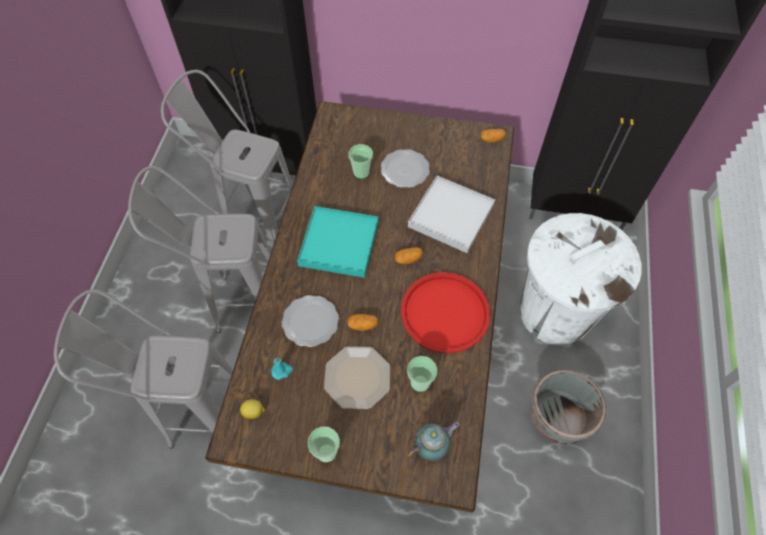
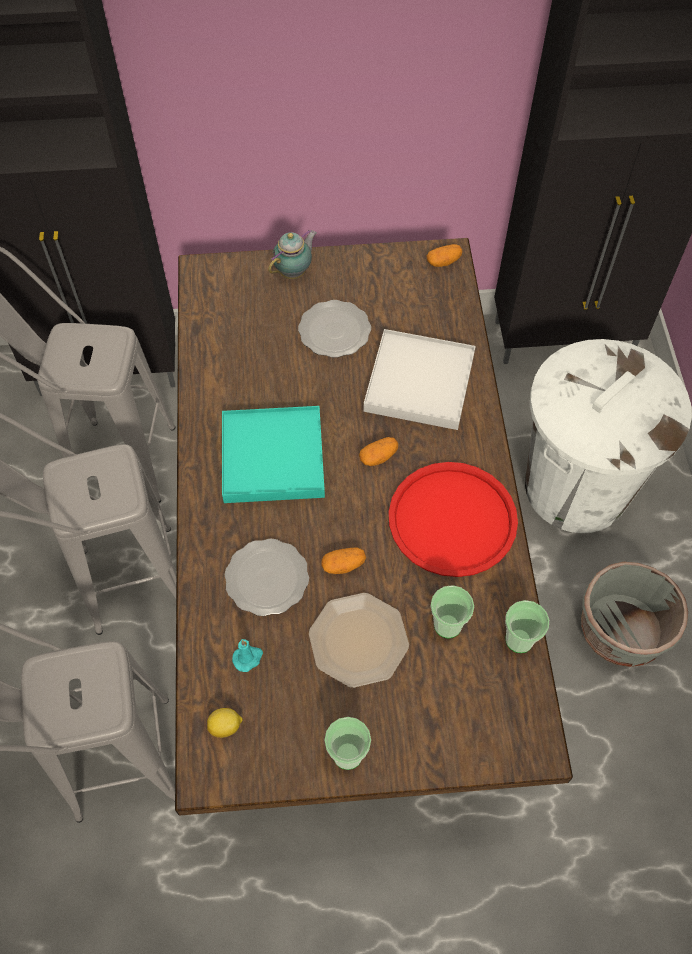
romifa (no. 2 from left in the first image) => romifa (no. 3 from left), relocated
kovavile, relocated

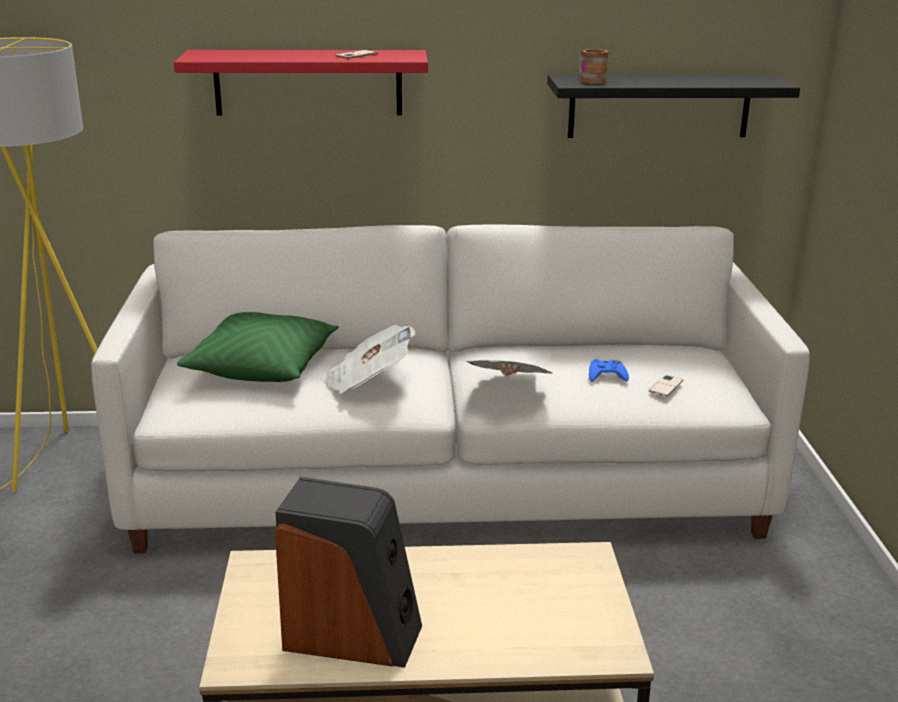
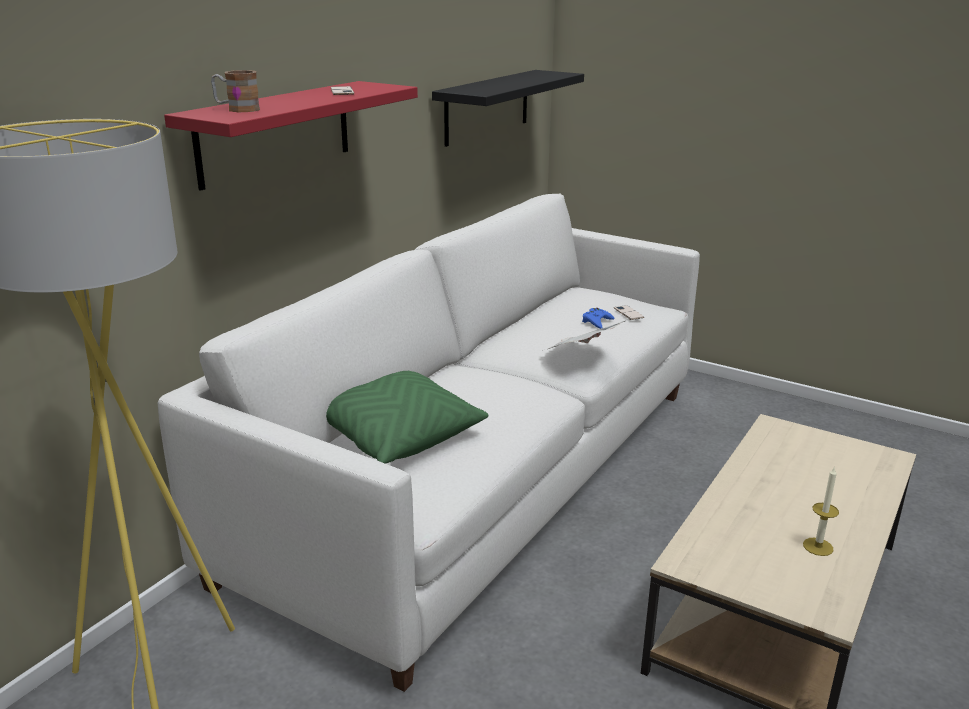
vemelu (no. 1 from left) => nothing
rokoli, relocated
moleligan => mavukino

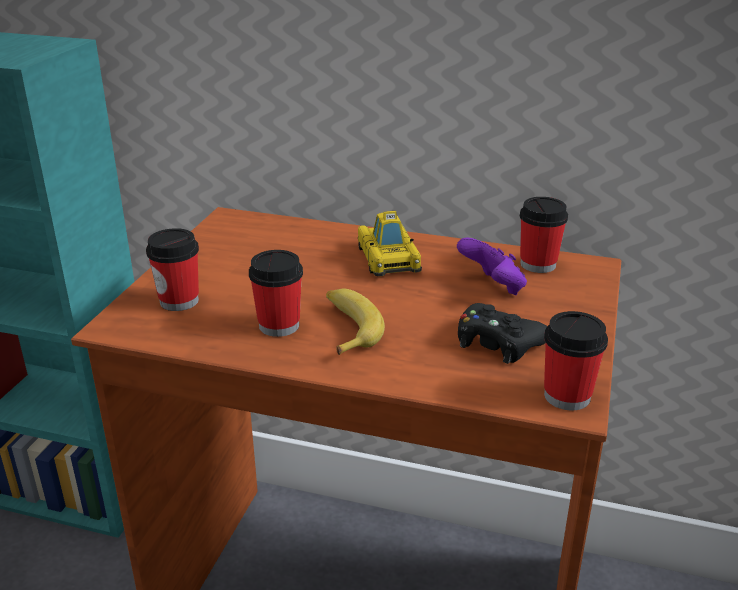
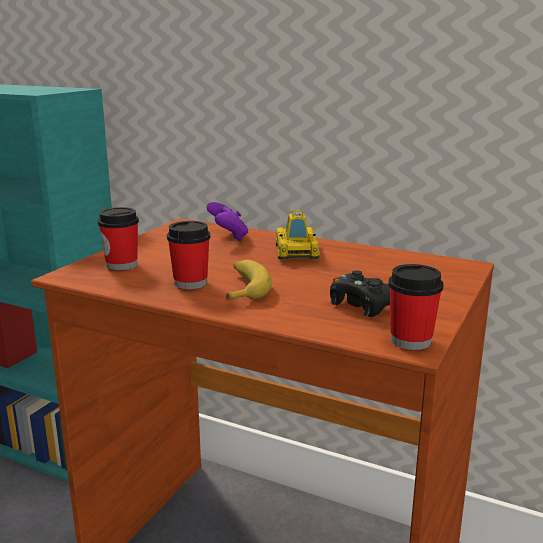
romifa (no. 3 from left) => nothing
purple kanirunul, relocated

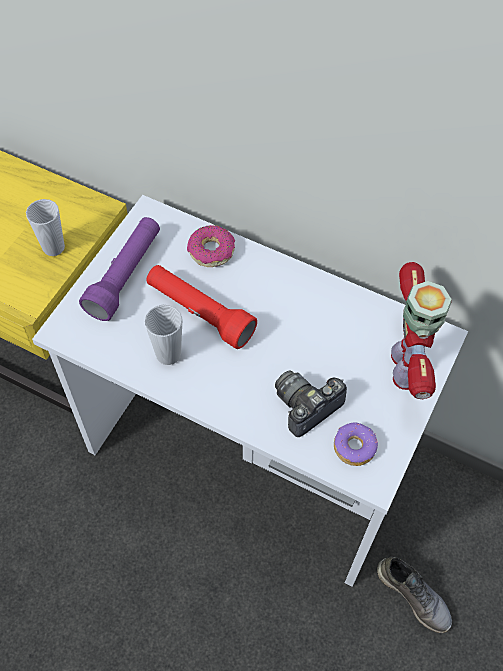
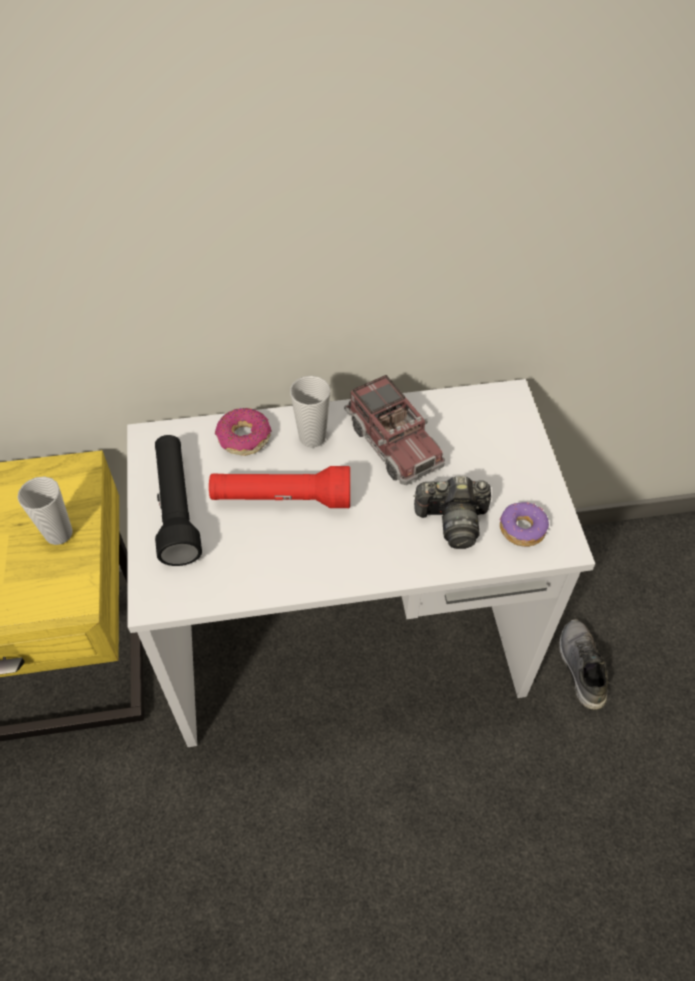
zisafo => nothing
nothing => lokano
romifa (no. 2 from left), relocated
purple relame => black relame
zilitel, 105 degrees counterclockwise
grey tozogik, 105 degrees counterclockwise

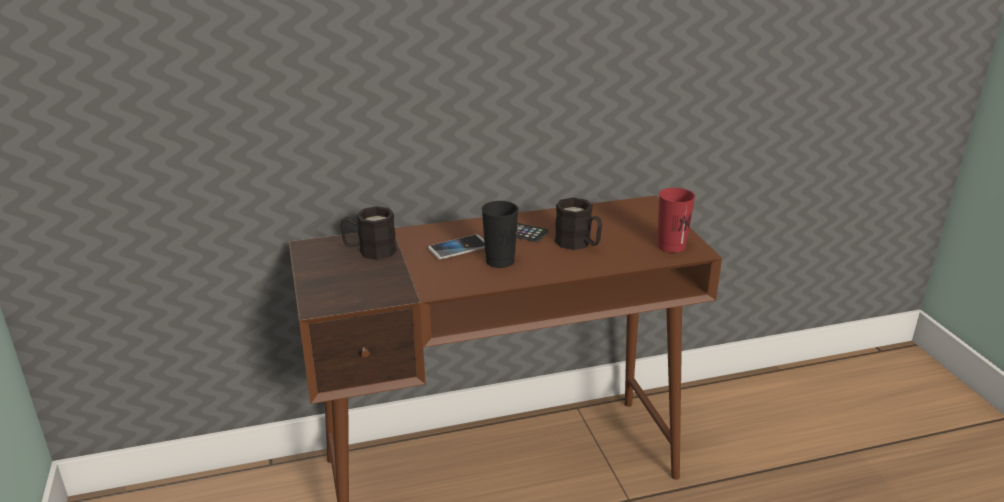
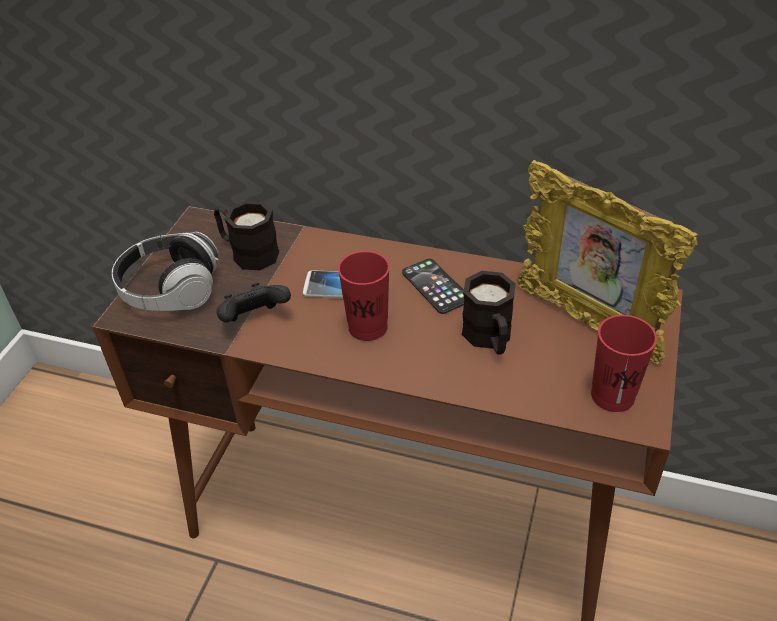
nothing => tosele
nothing => black kanirunul
nothing => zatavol
black romifa => red romifa (no. 1 from left)

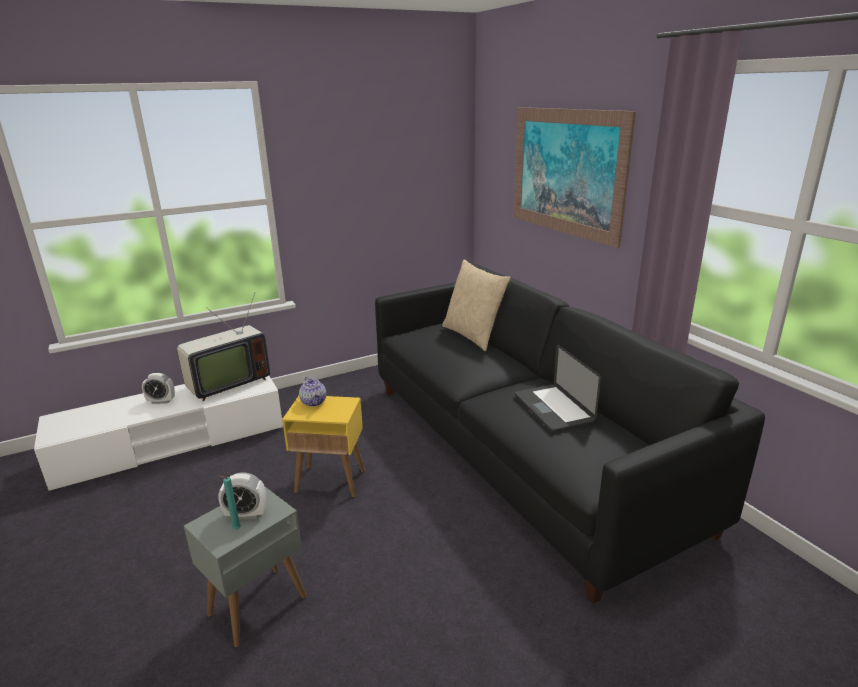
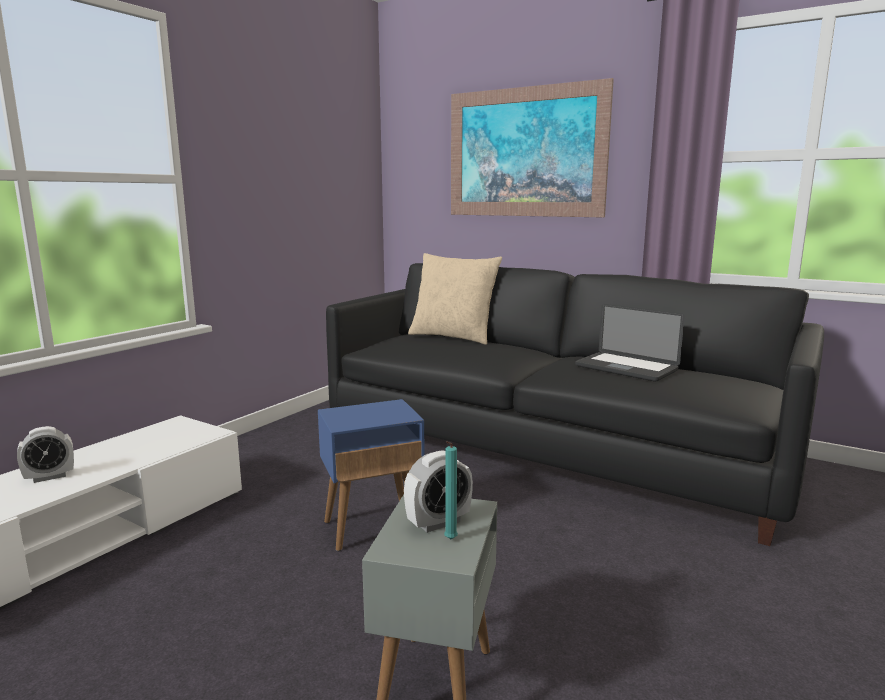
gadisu => nothing
kovavile => nothing
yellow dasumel => blue dasumel

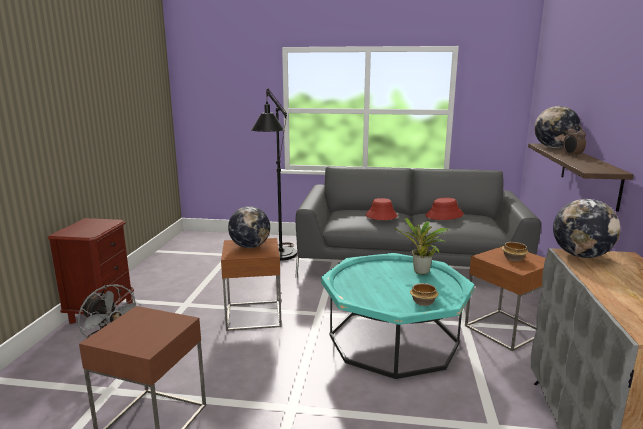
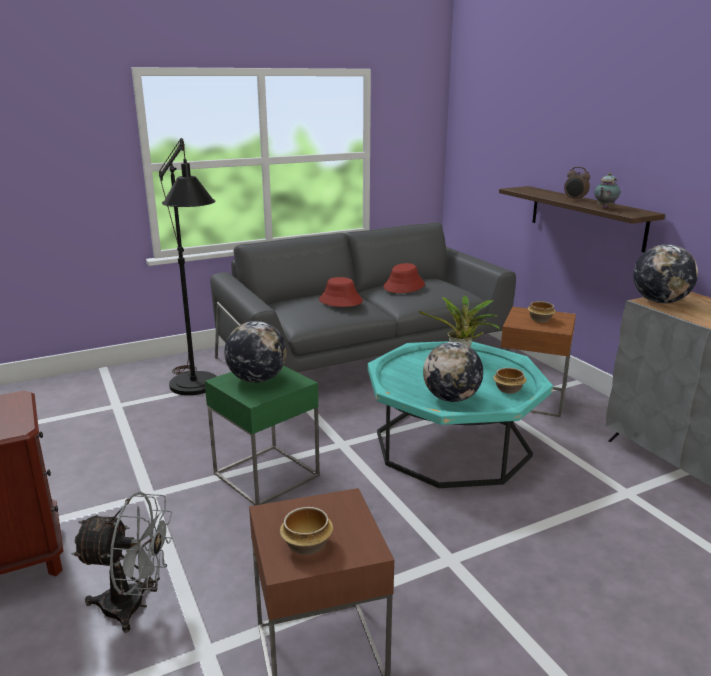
nothing => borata (no. 1 from left)
nothing => kovavile
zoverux (no. 2 from left), relocated
brown dasumel (no. 2 from left) => green dasumel

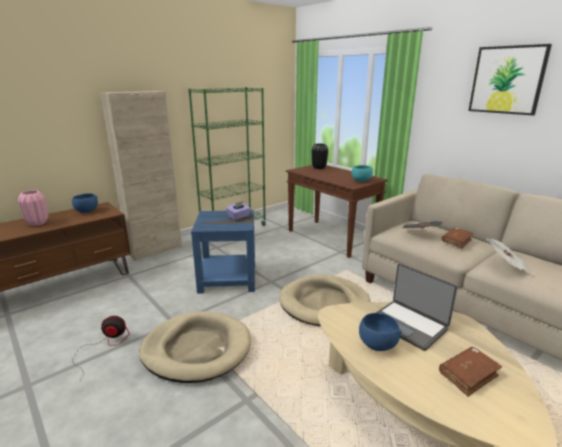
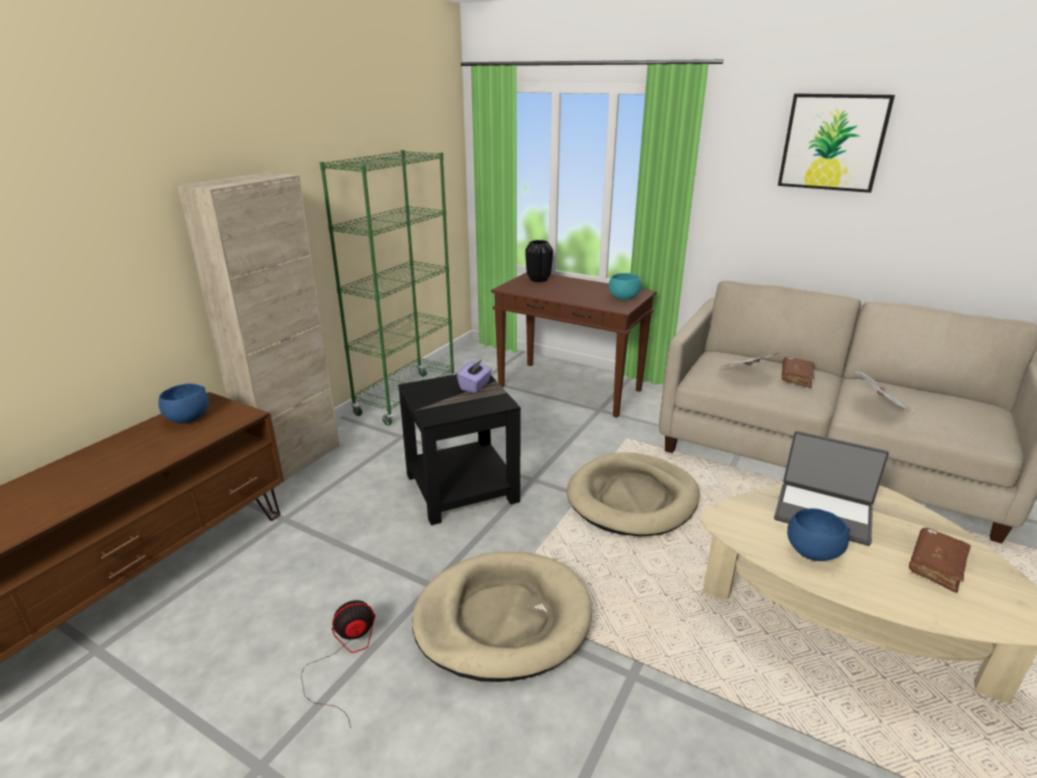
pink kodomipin => nothing
blue dasumel => black dasumel

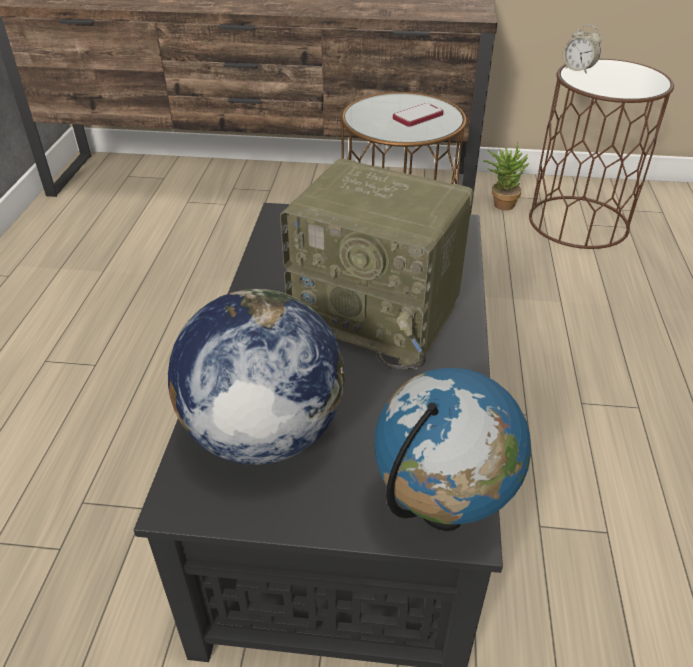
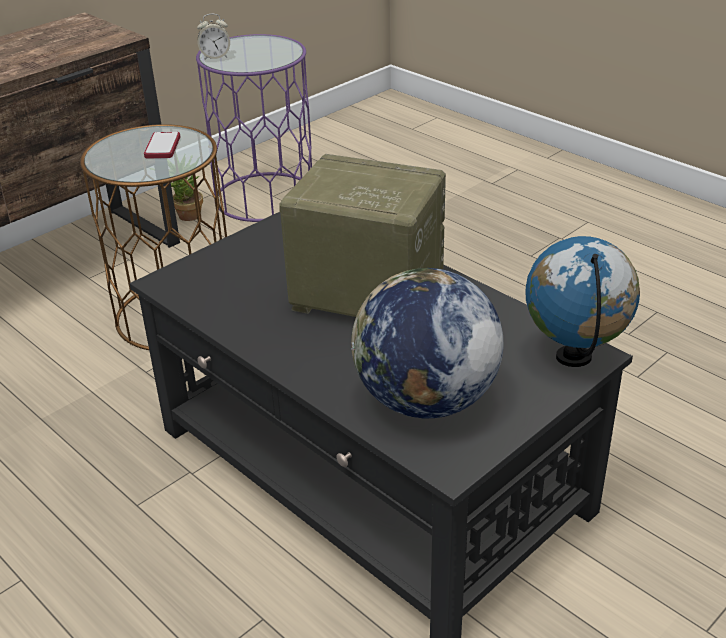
brown dasumel (no. 2 from left) => purple dasumel
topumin, 135 degrees counterclockwise

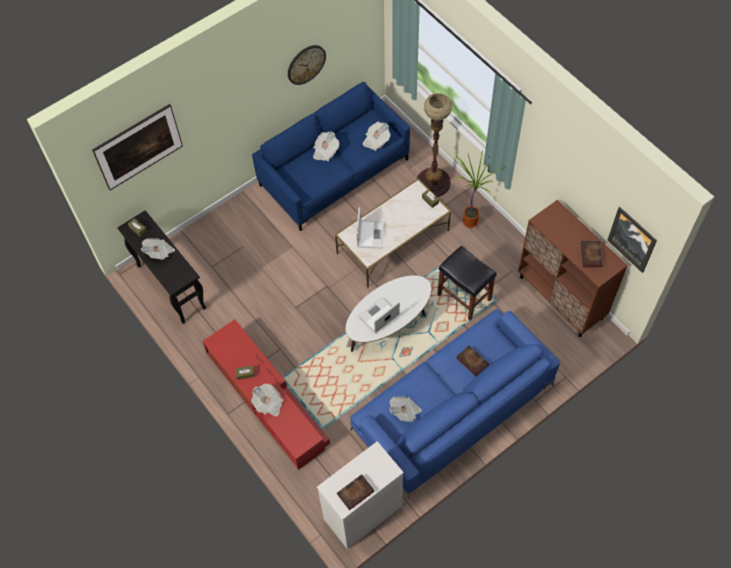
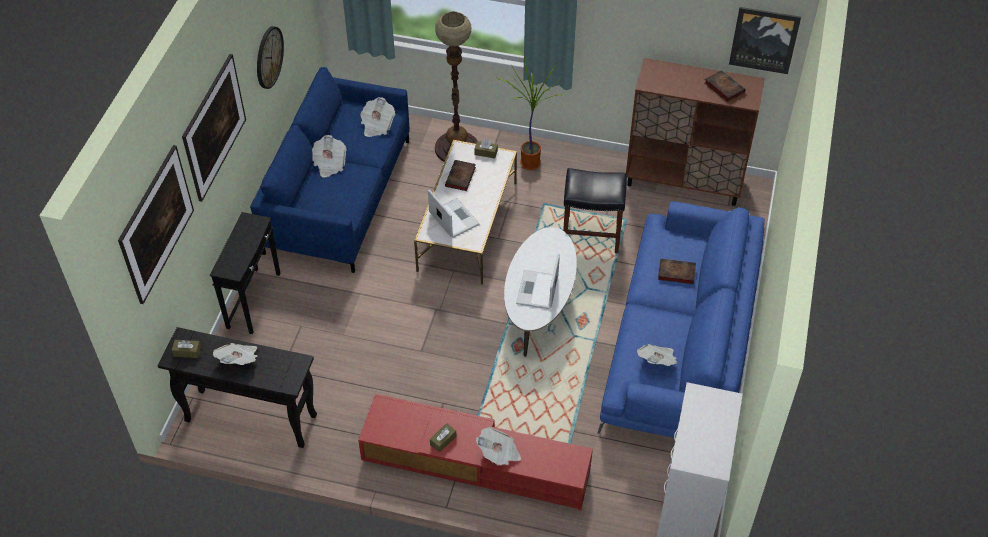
nothing => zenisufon (no. 2 from left)
nothing => black dasumel
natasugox (no. 1 from left), relocated

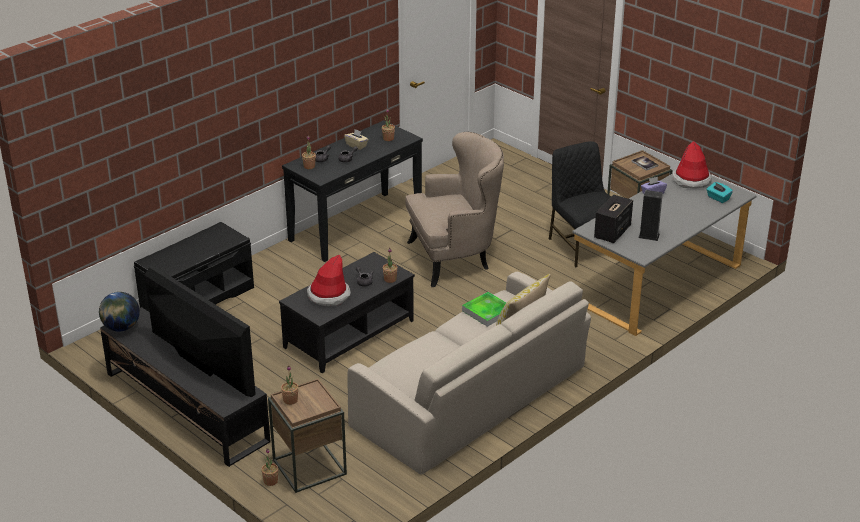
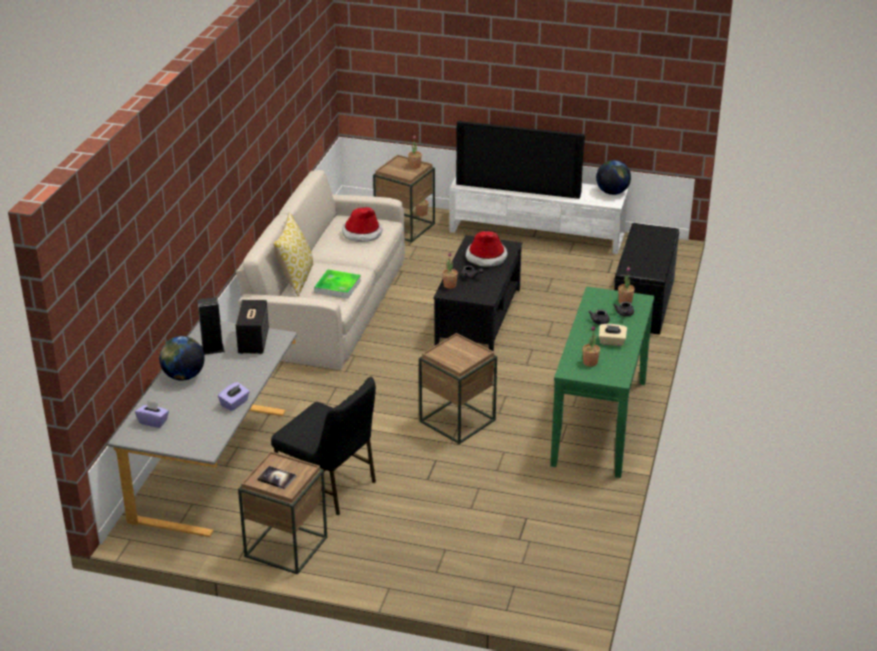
nothing => zoverux (no. 1 from left)
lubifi (no. 2 from left in the first image) => lubifi (no. 1 from left), relocated
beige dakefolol => brown dasumel (no. 3 from left)
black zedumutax => white zedumutax
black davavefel => green davavefel
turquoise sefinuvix => purple sefinuvix (no. 1 from left)

